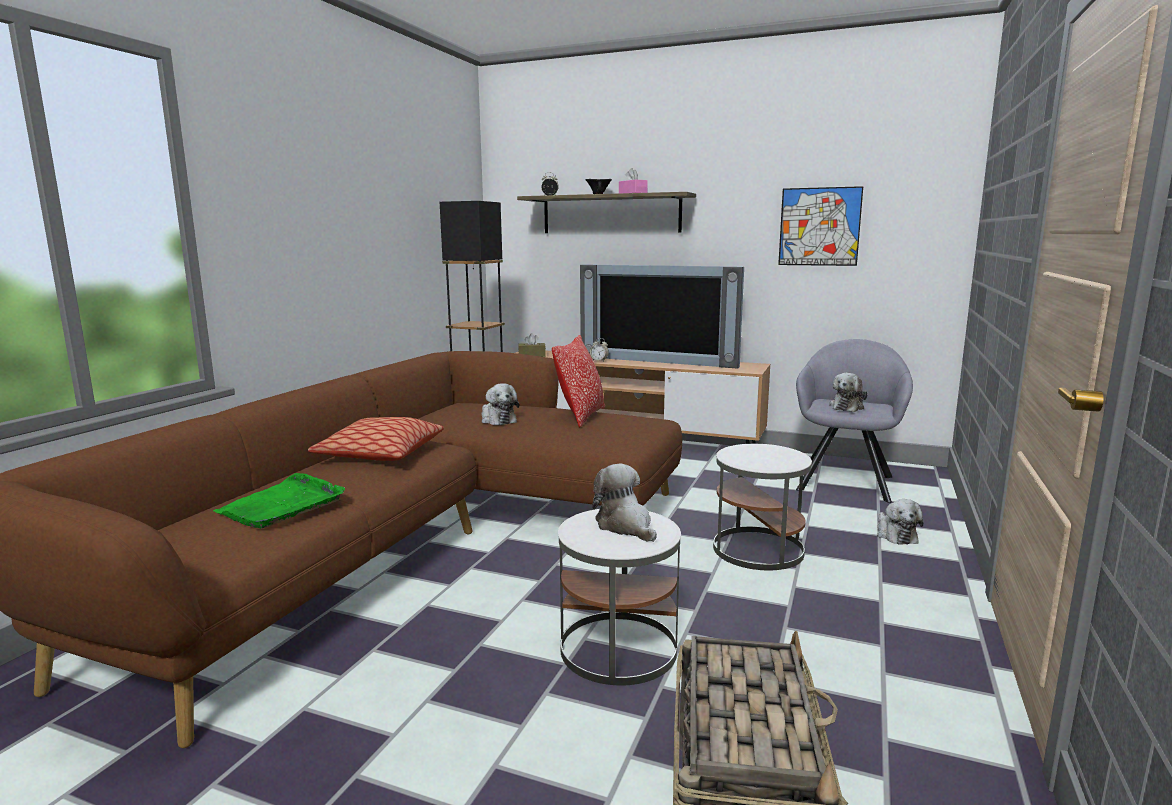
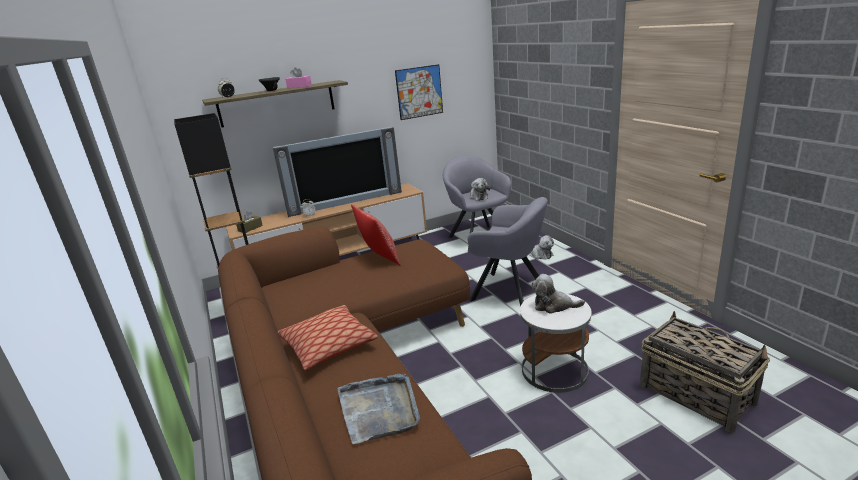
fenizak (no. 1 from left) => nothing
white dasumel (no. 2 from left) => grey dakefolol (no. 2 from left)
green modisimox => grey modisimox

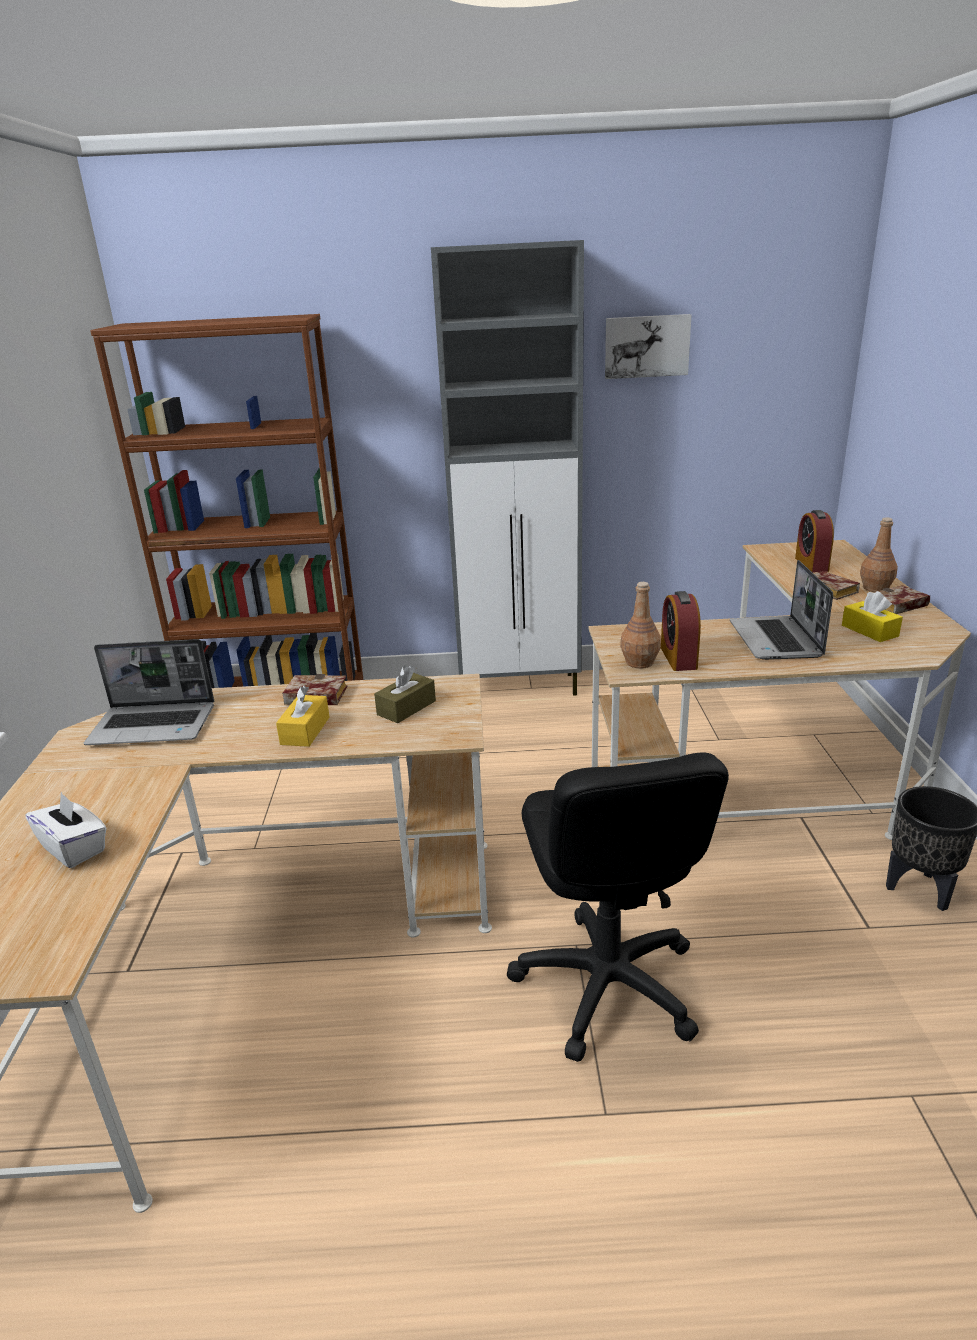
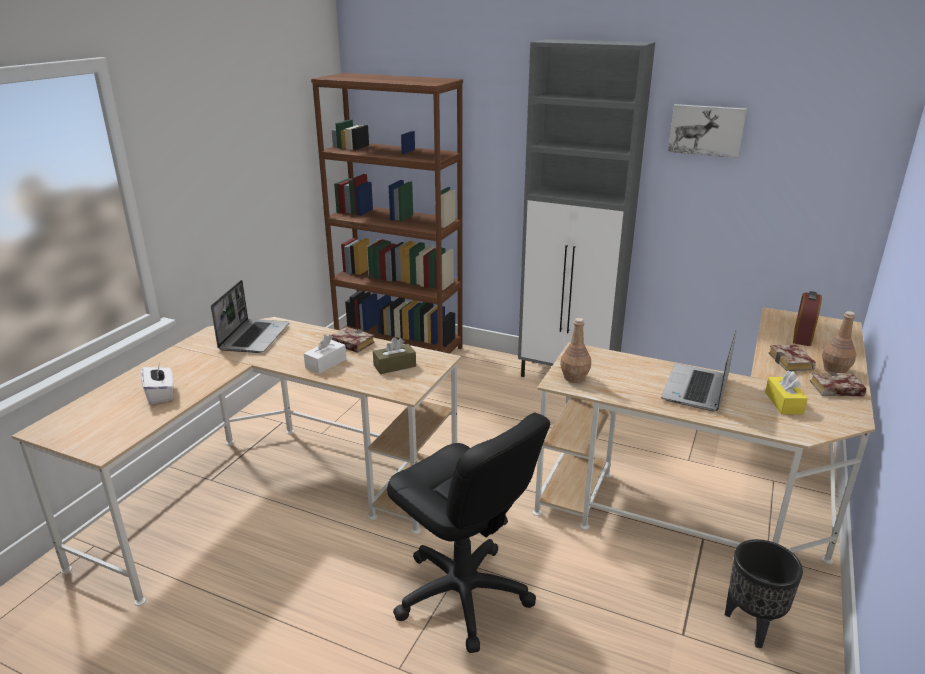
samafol (no. 1 from left) => nothing
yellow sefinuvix (no. 1 from left) => white sefinuvix (no. 2 from left)
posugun (no. 1 from left), 105 degrees counterclockwise
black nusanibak, 60 degrees counterclockwise

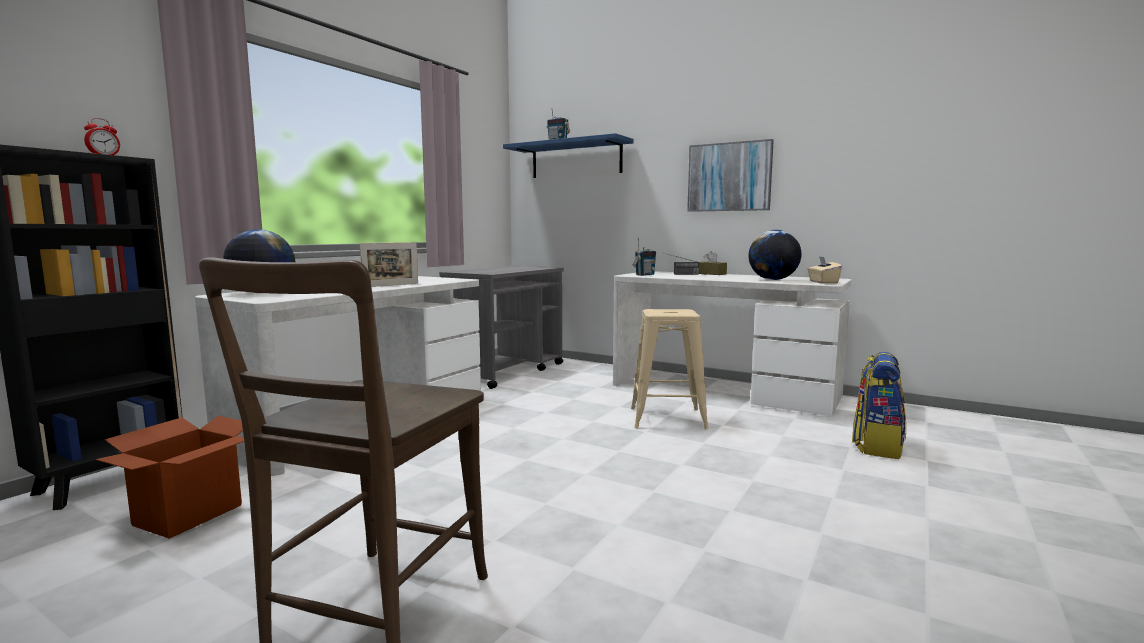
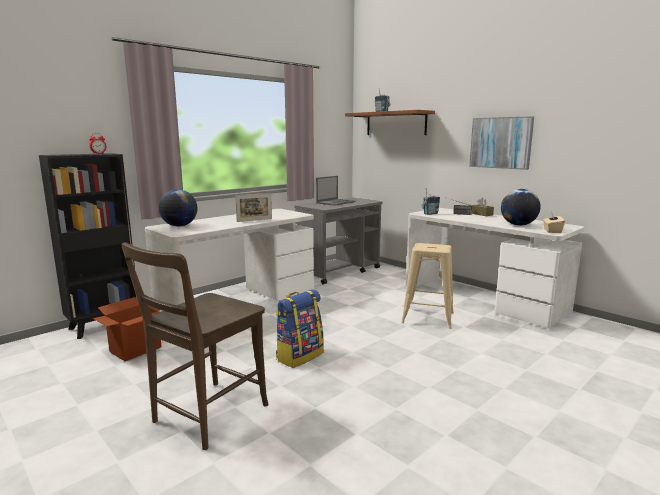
nothing => posugun
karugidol, relocated
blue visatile => brown visatile

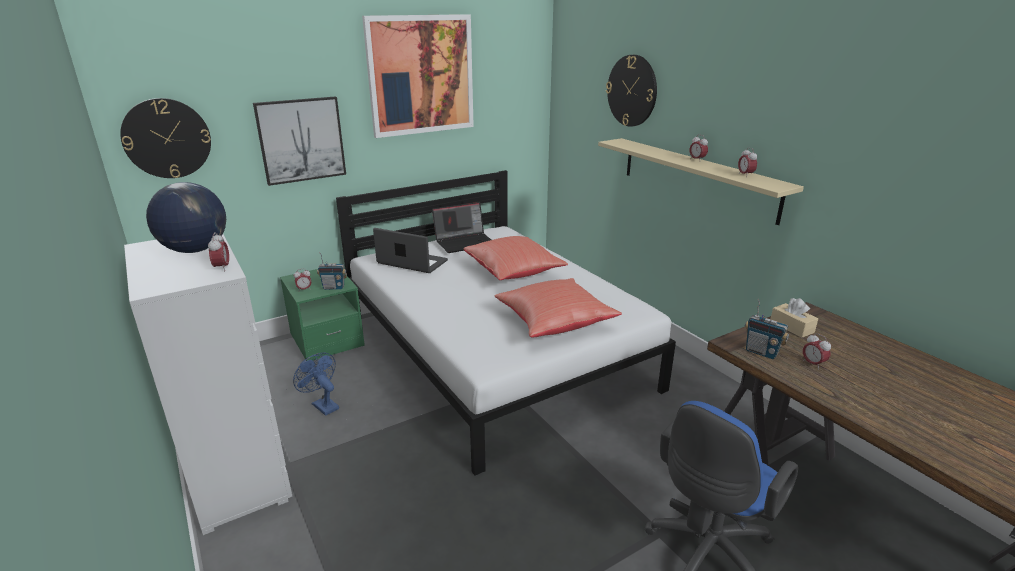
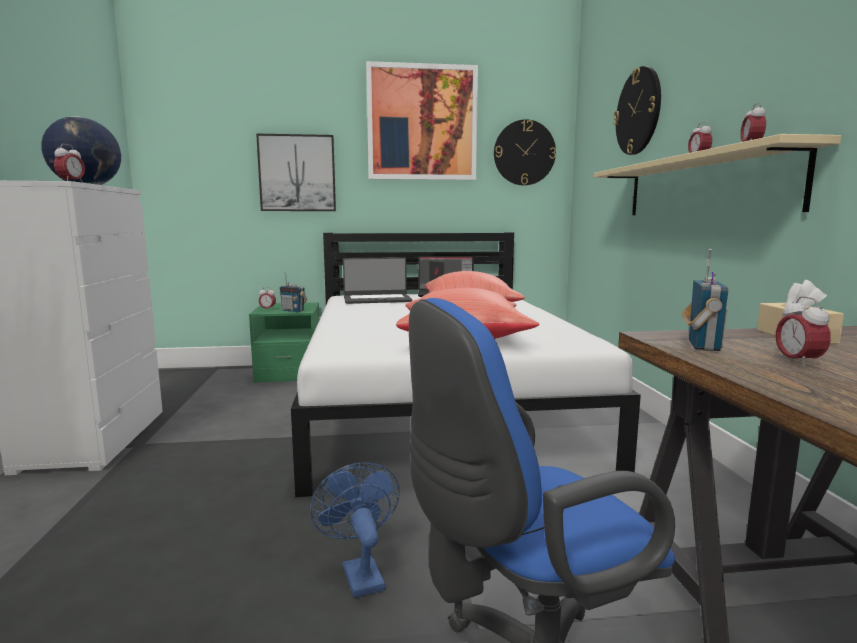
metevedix (no. 1 from left), relocated
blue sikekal, relocated
posugun (no. 1 from left), 120 degrees clockwise
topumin (no. 2 from left), 135 degrees counterclockwise

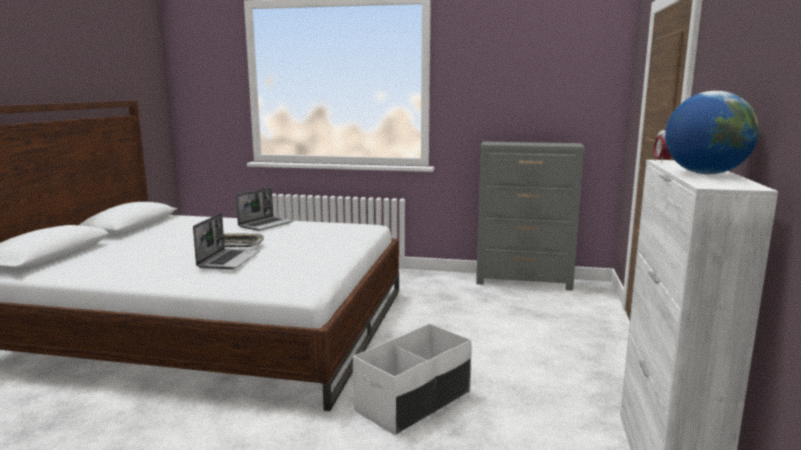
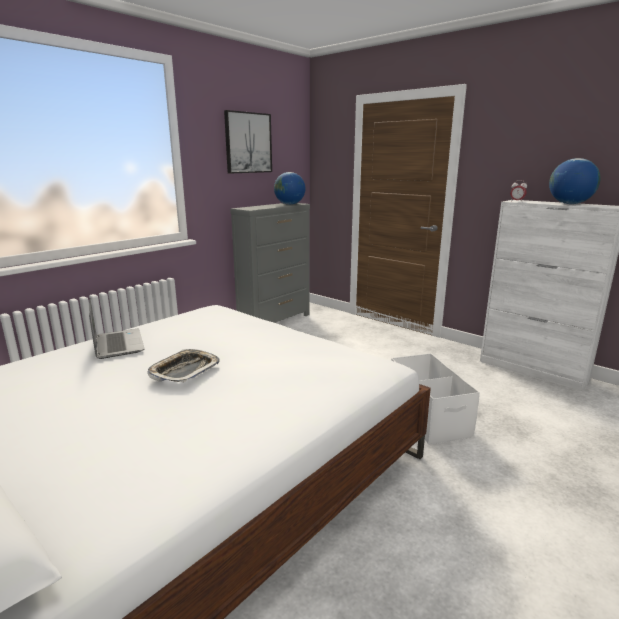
posugun (no. 1 from left) => nothing
nothing => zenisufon
nothing => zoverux (no. 1 from left)

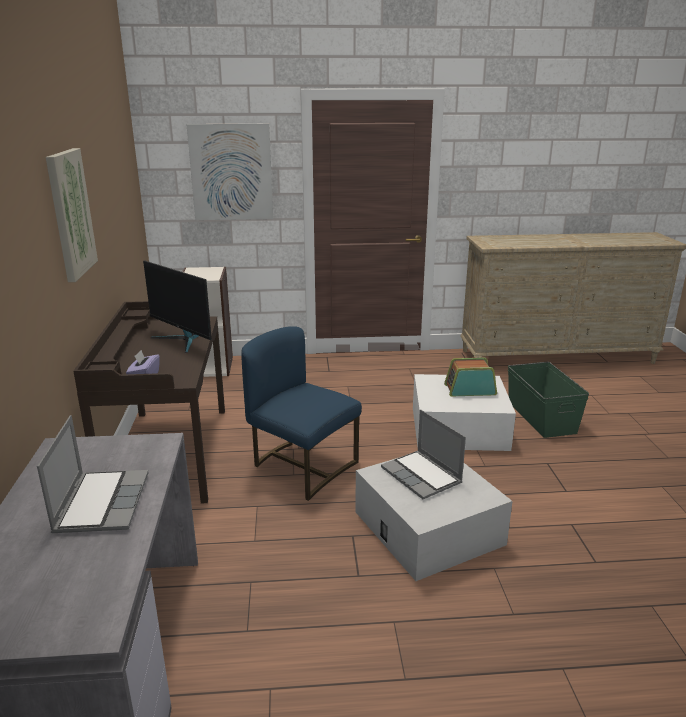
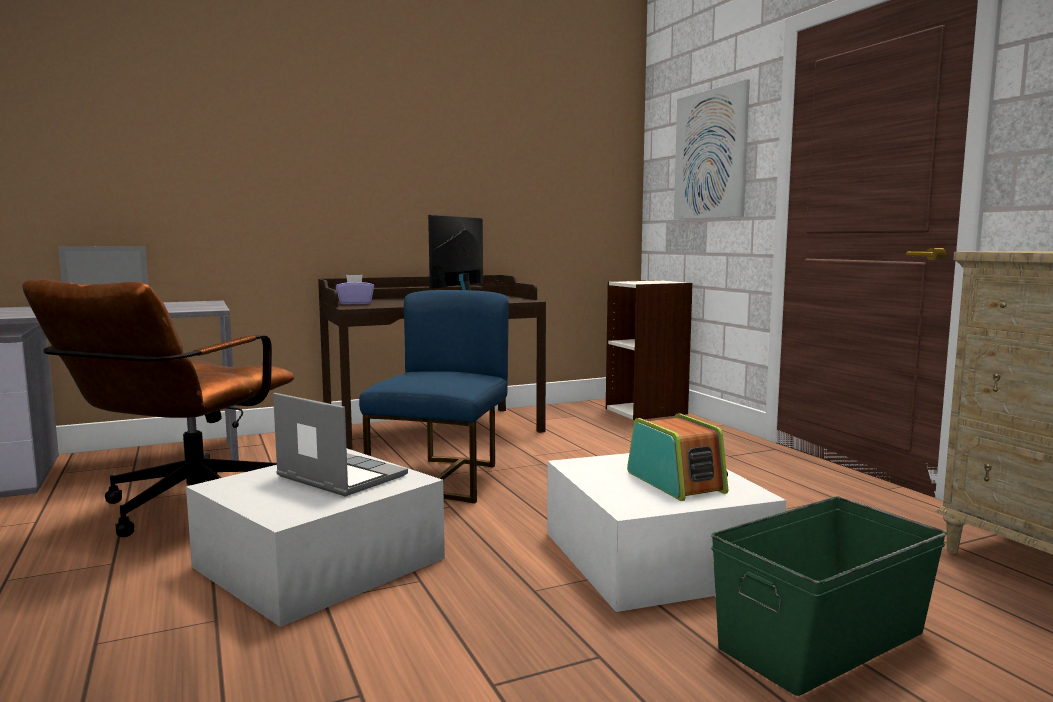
zenisufon (no. 1 from left) => nothing
nothing => brown nusanibak
posugun (no. 2 from left), 90 degrees clockwise

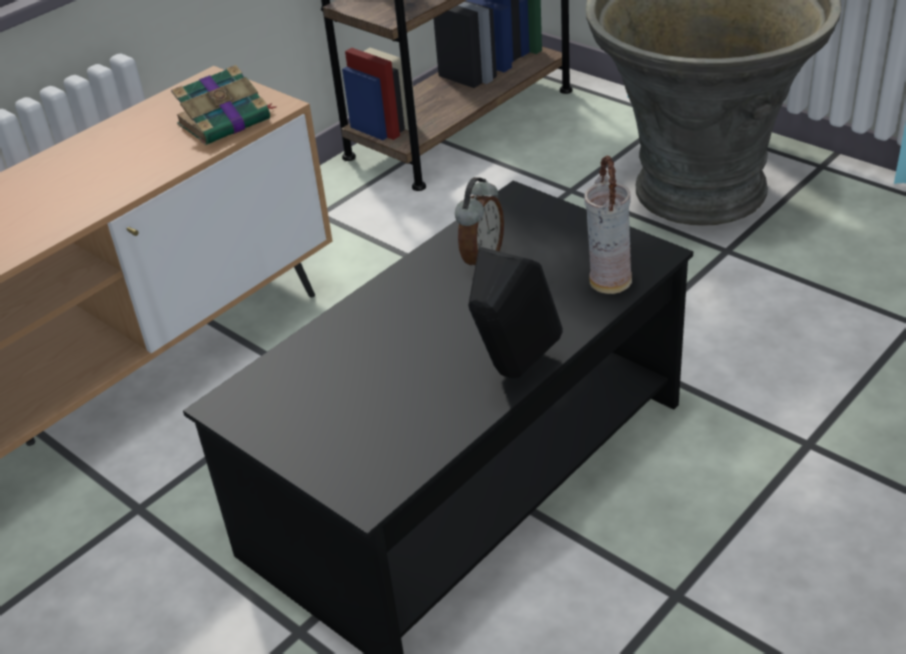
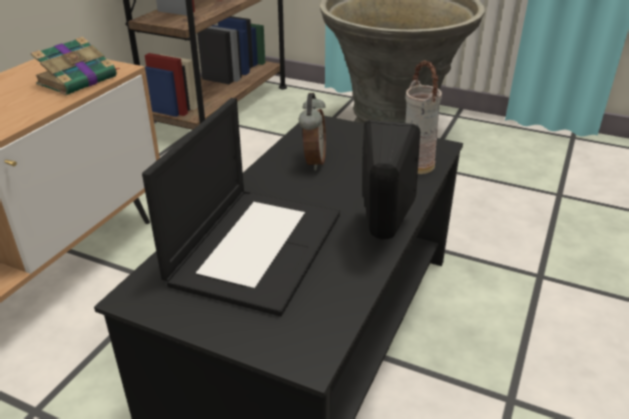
nothing => posugun

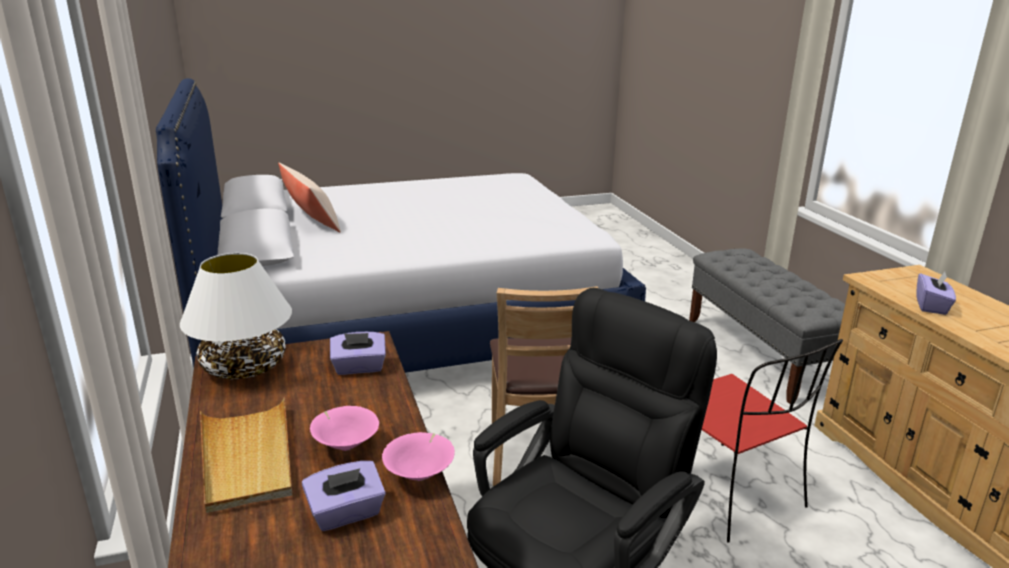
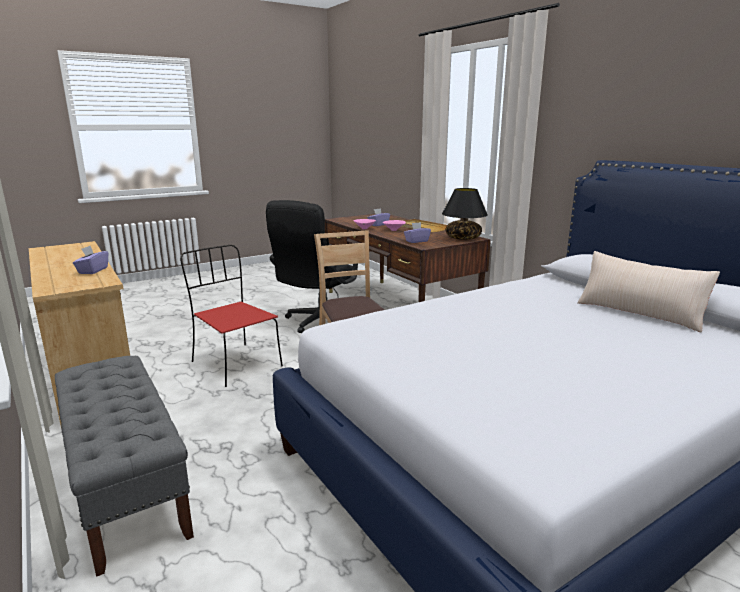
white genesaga => black genesaga

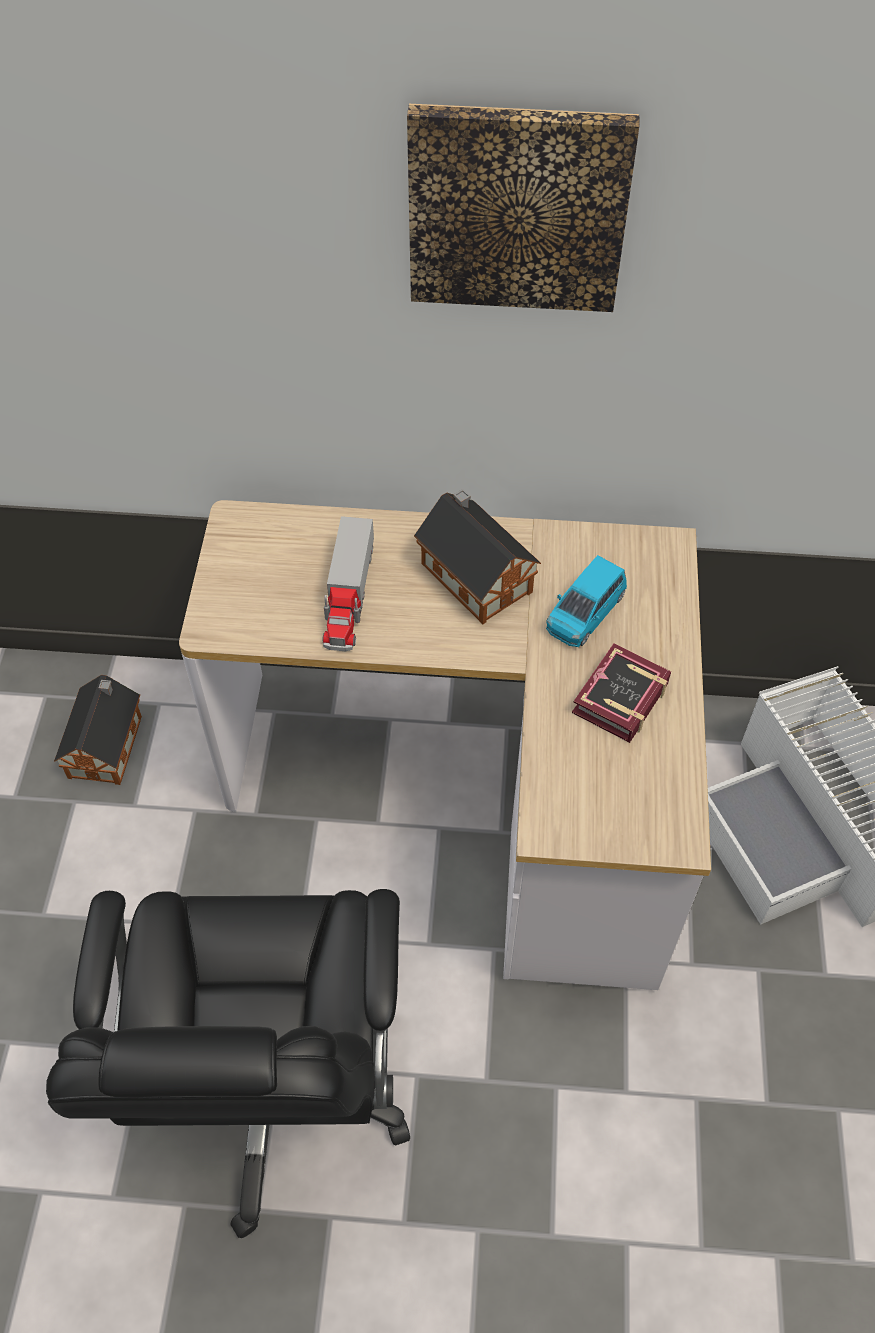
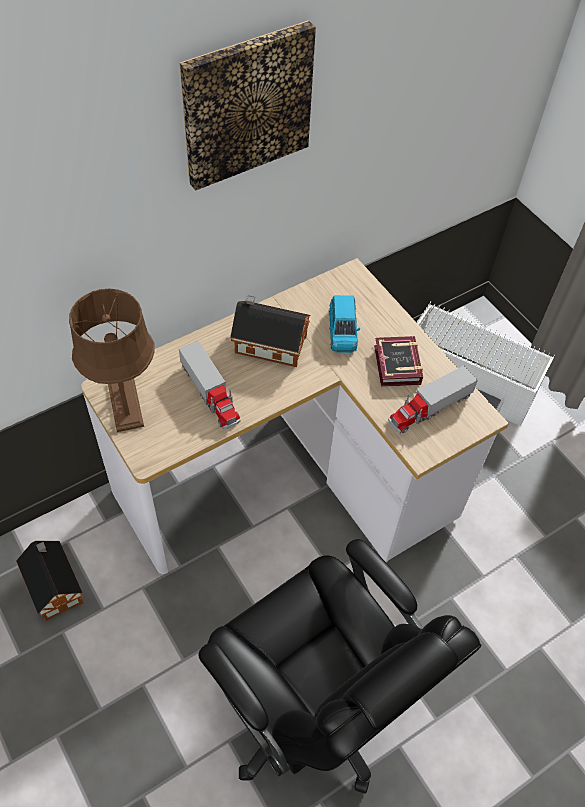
nothing => brown genesaga
nothing => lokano (no. 2 from left)

